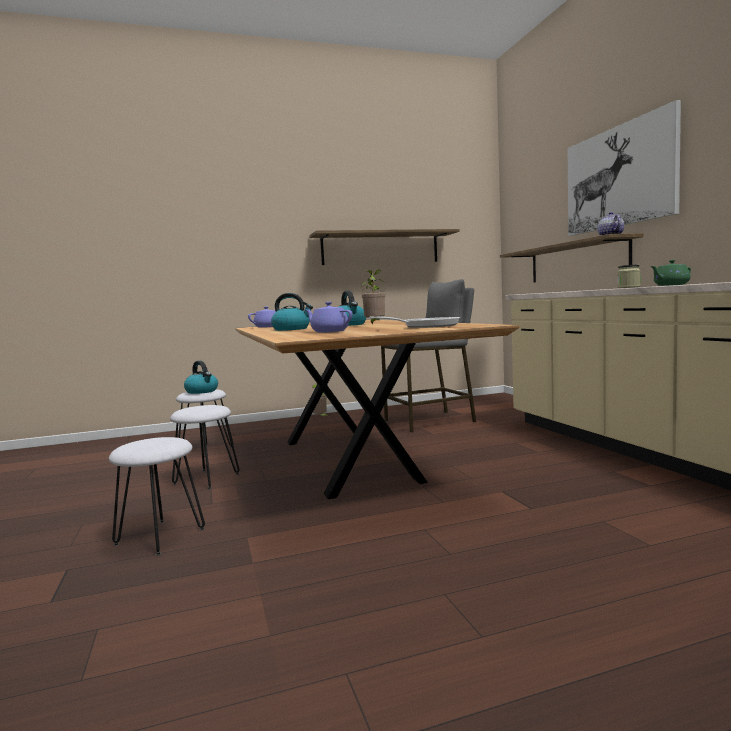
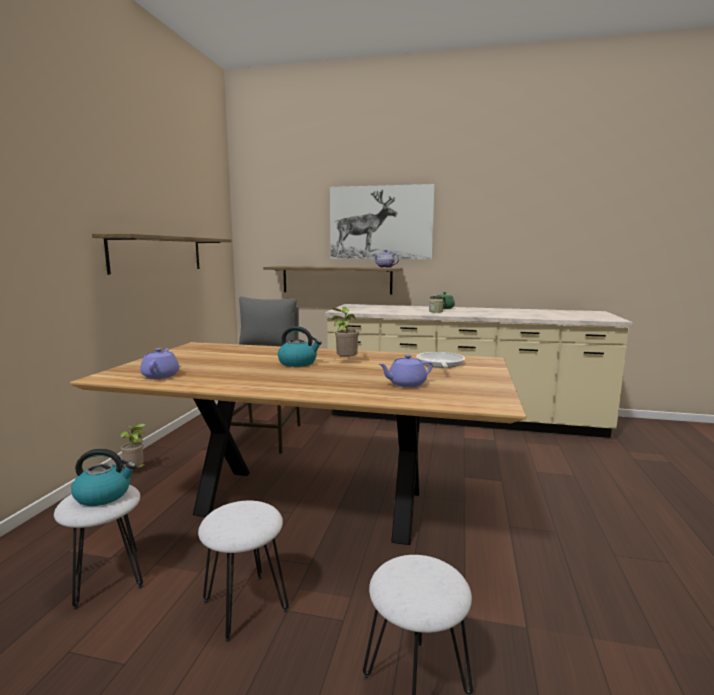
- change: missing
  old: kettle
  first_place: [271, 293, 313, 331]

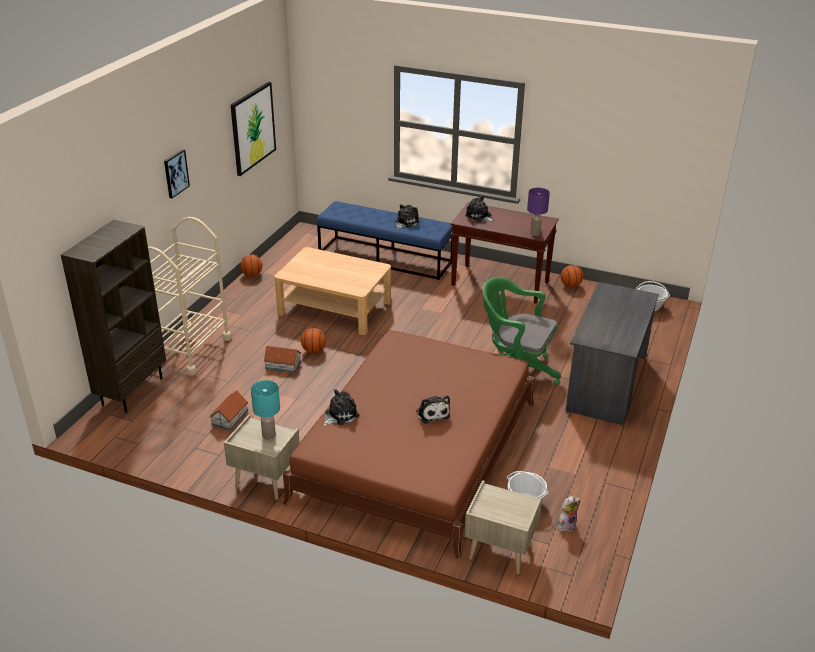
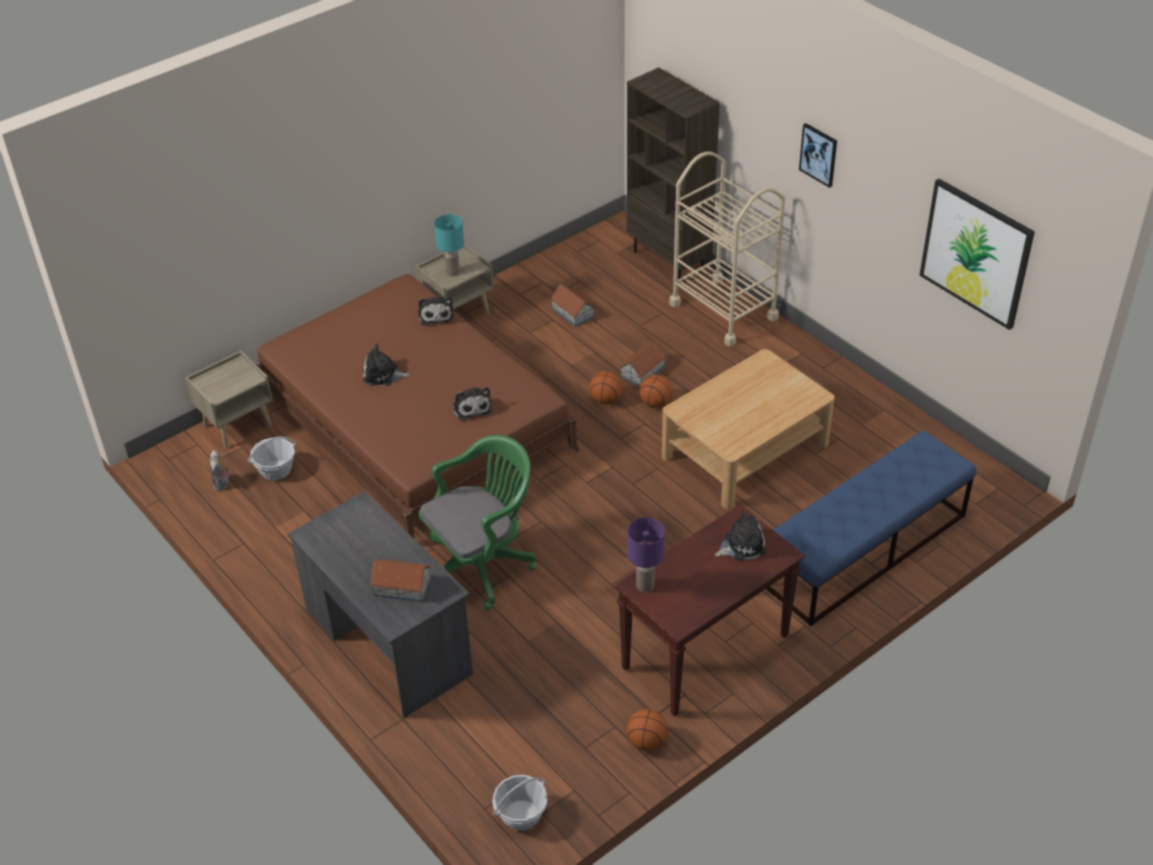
- change: relocated
  old: basketball
  first_place: [240, 254, 262, 276]
  second_place: [589, 371, 623, 404]
- change: relocated
  old: soft toy
  first_place: [395, 204, 420, 229]
  second_place: [452, 387, 492, 421]
- change: appeared
  new: toy house
  second_place: [370, 559, 431, 602]

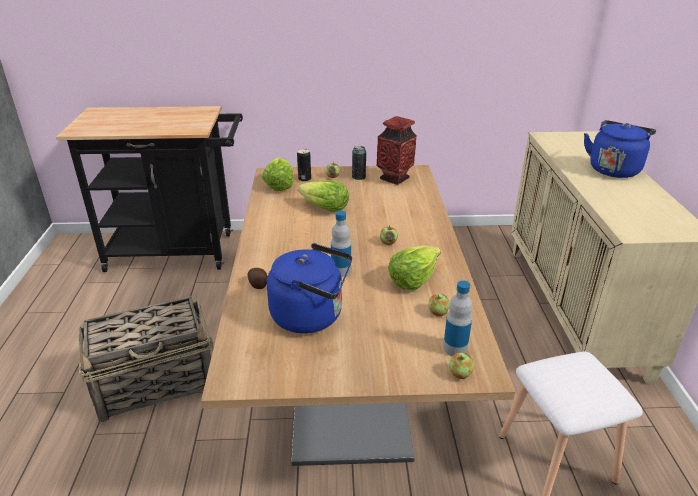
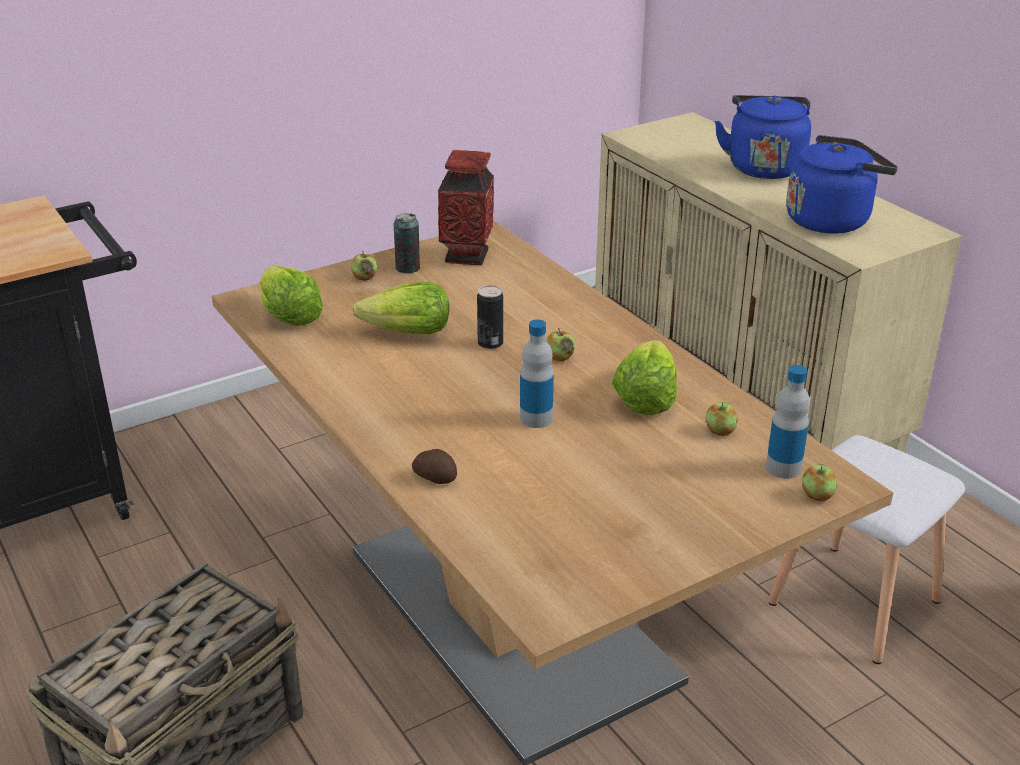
- change: relocated
  old: kettle (blue-coloured)
  first_place: [267, 243, 352, 333]
  second_place: [786, 135, 898, 234]
- change: relocated
  old: can
  first_place: [297, 149, 311, 182]
  second_place: [477, 285, 503, 349]

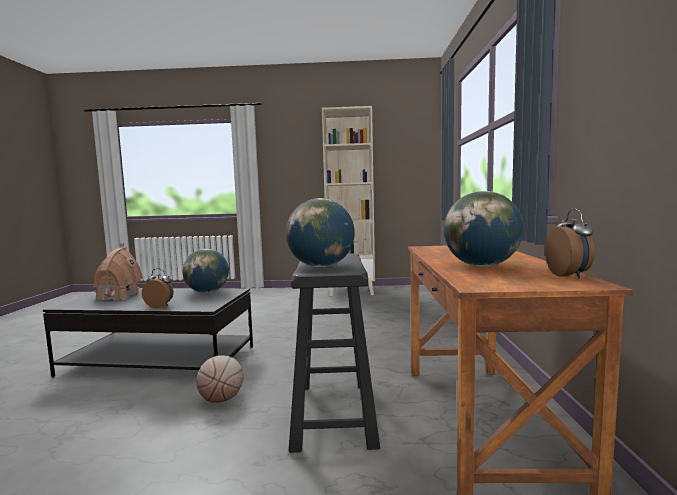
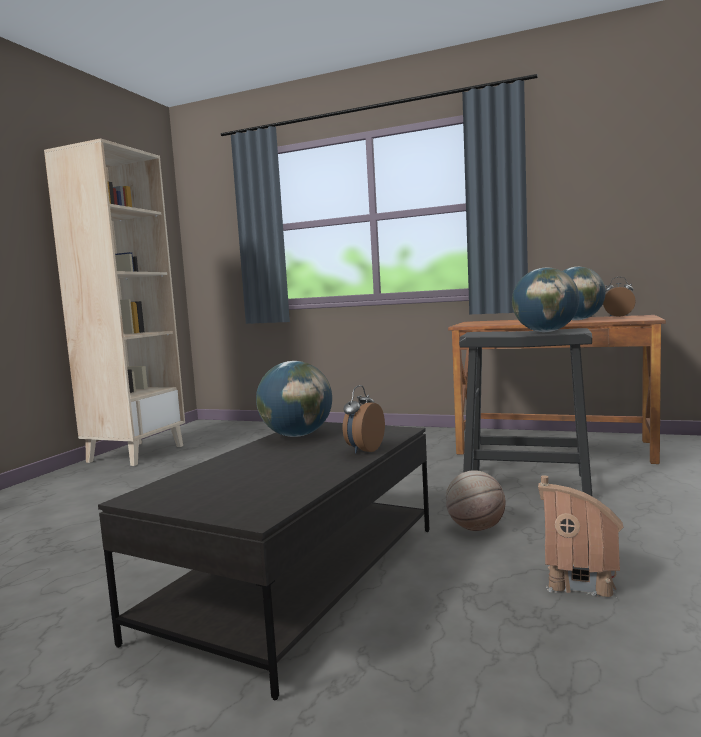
- change: relocated
  old: toy house
  first_place: [93, 243, 143, 300]
  second_place: [538, 475, 624, 597]

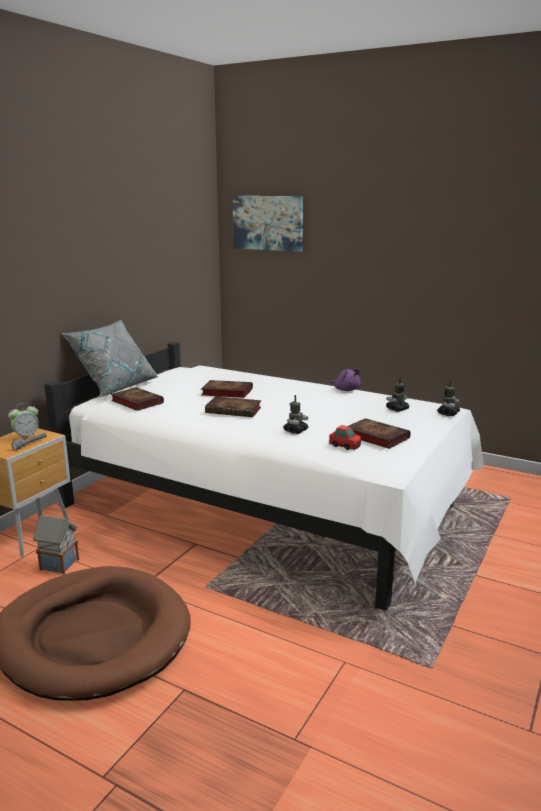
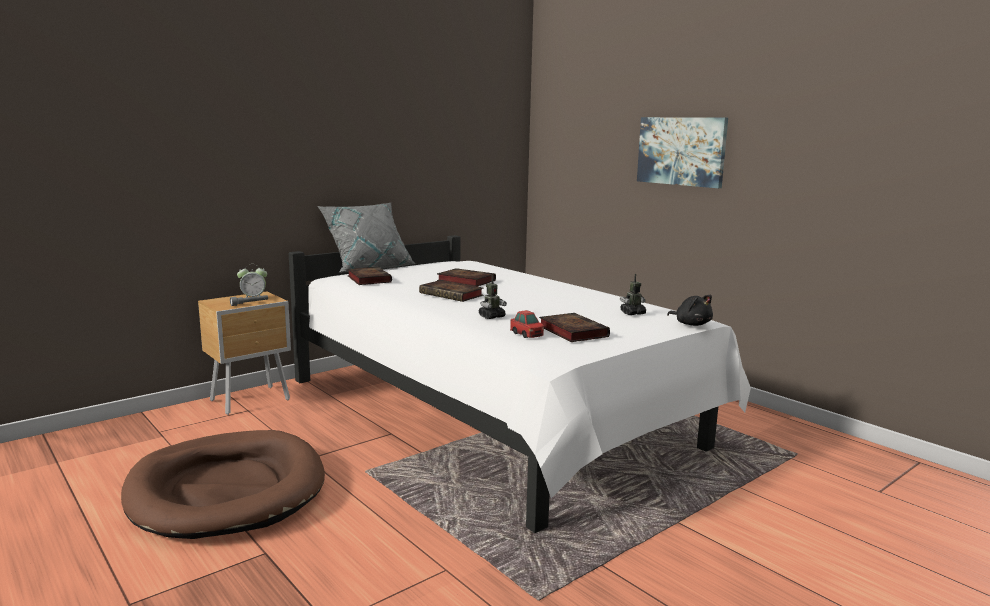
- change: missing
  old: toy house
  first_place: [33, 514, 79, 575]
- change: relocated
  old: wall art
  first_place: [233, 196, 303, 252]
  second_place: [637, 117, 728, 188]
- change: missing
  old: soft toy (purplish)
  first_place: [330, 368, 361, 391]
- change: exchanged
  old: toy robot
  new: soft toy (blackish)
  first_place: [437, 380, 460, 416]
  second_place: [667, 295, 713, 326]

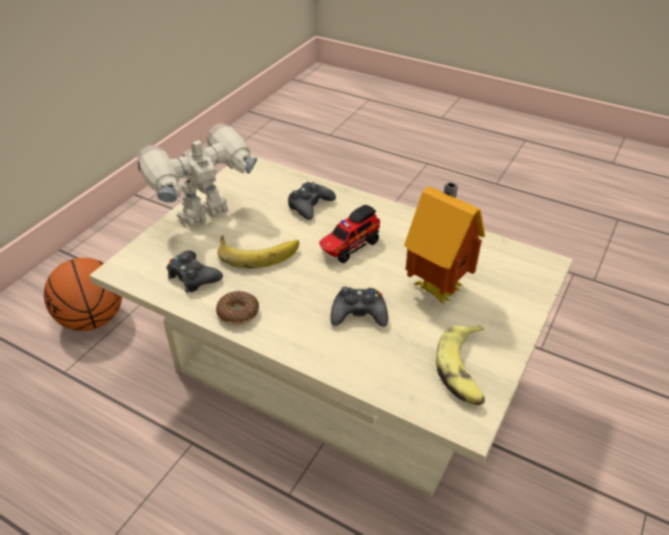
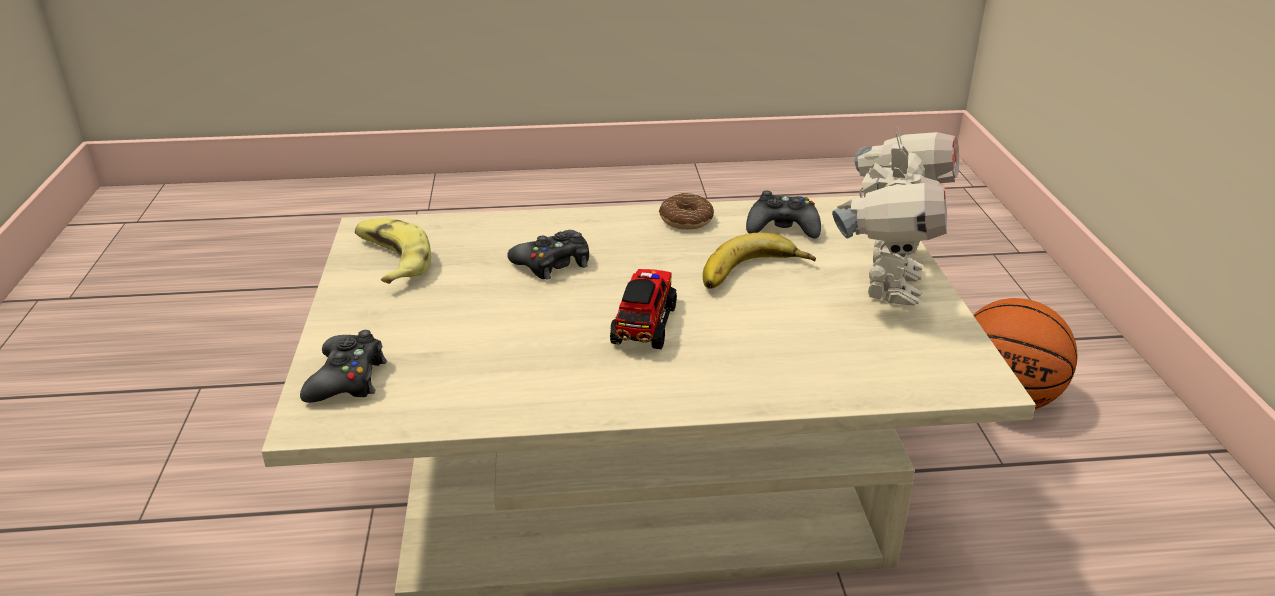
- change: relocated
  old: gamepad (blackish)
  first_place: [288, 182, 336, 220]
  second_place: [300, 330, 387, 403]
- change: missing
  old: toy house
  first_place: [404, 182, 485, 304]

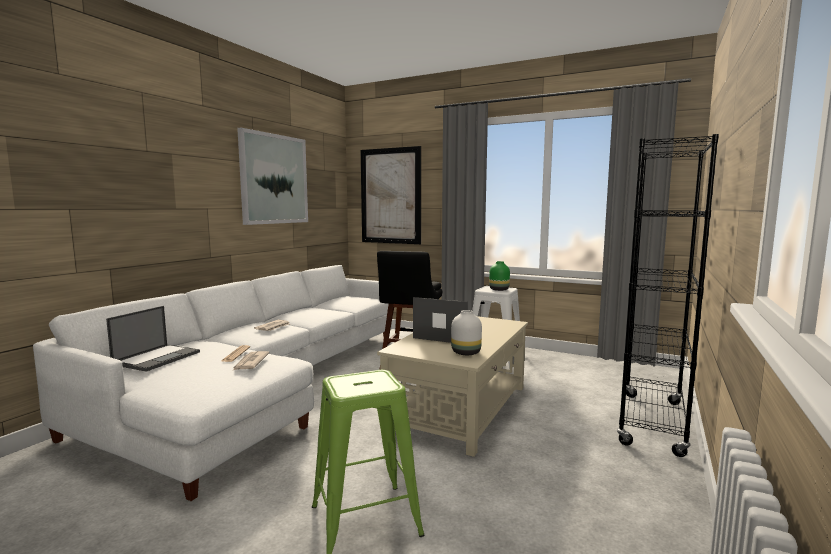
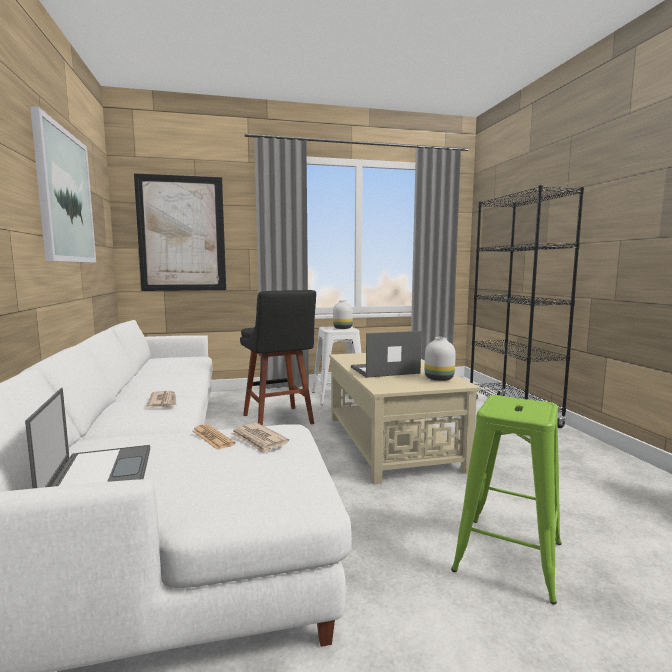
- change: colour
  old: decorative vase (greenish)
  new: decorative vase (white-coloured)
  first_place: [489, 261, 510, 291]
  second_place: [333, 300, 353, 329]

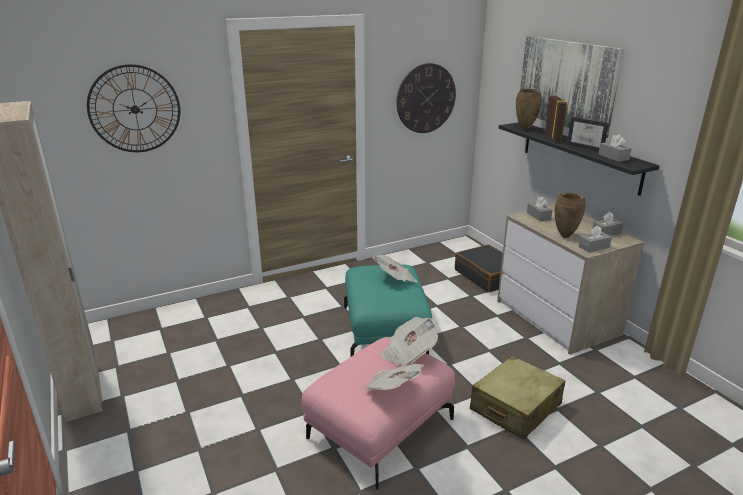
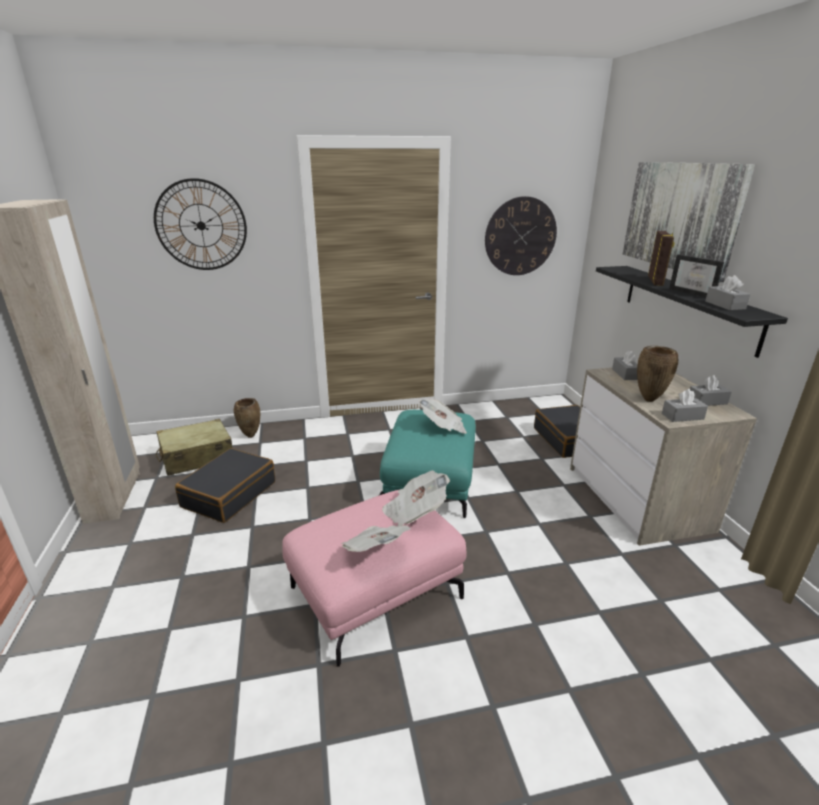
- change: relocated
  old: suitcase (beige)
  first_place: [470, 356, 565, 440]
  second_place: [156, 419, 233, 476]
- change: relocated
  old: decorative vase (brownish)
  first_place: [516, 89, 542, 130]
  second_place: [234, 398, 260, 438]
- change: appeared
  new: suitcase (blackish)
  second_place: [175, 448, 275, 523]

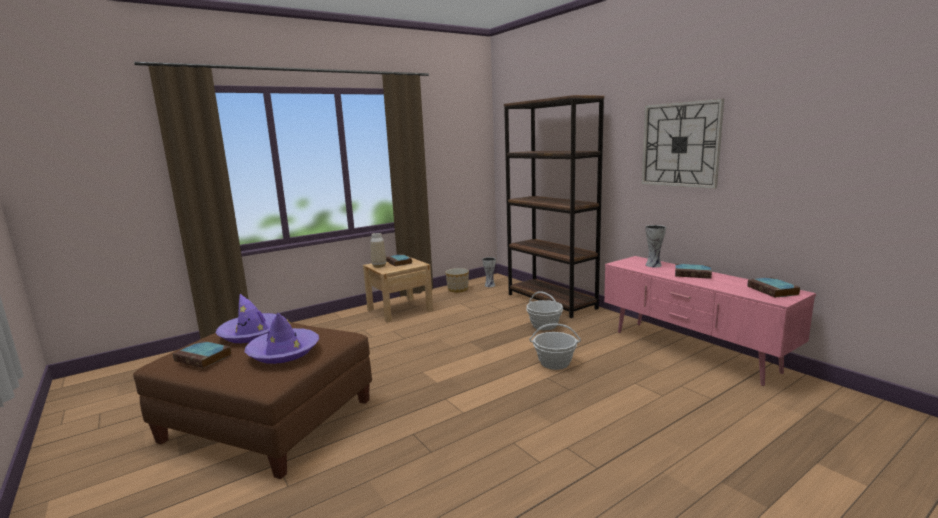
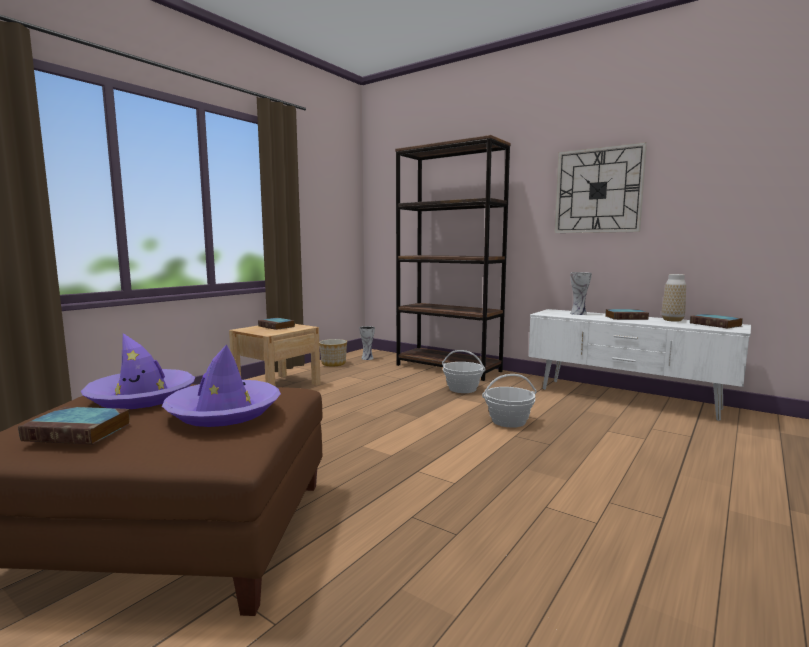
- change: relocated
  old: decorative vase
  first_place: [370, 233, 386, 268]
  second_place: [662, 274, 686, 322]
- change: colour
  old: media console (pink-coloured)
  new: media console (white-coloured)
  first_place: [604, 256, 816, 386]
  second_place: [529, 309, 751, 421]

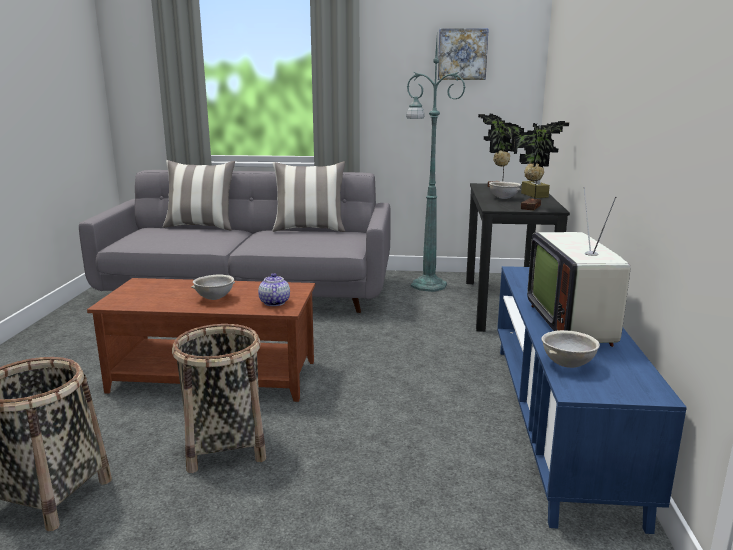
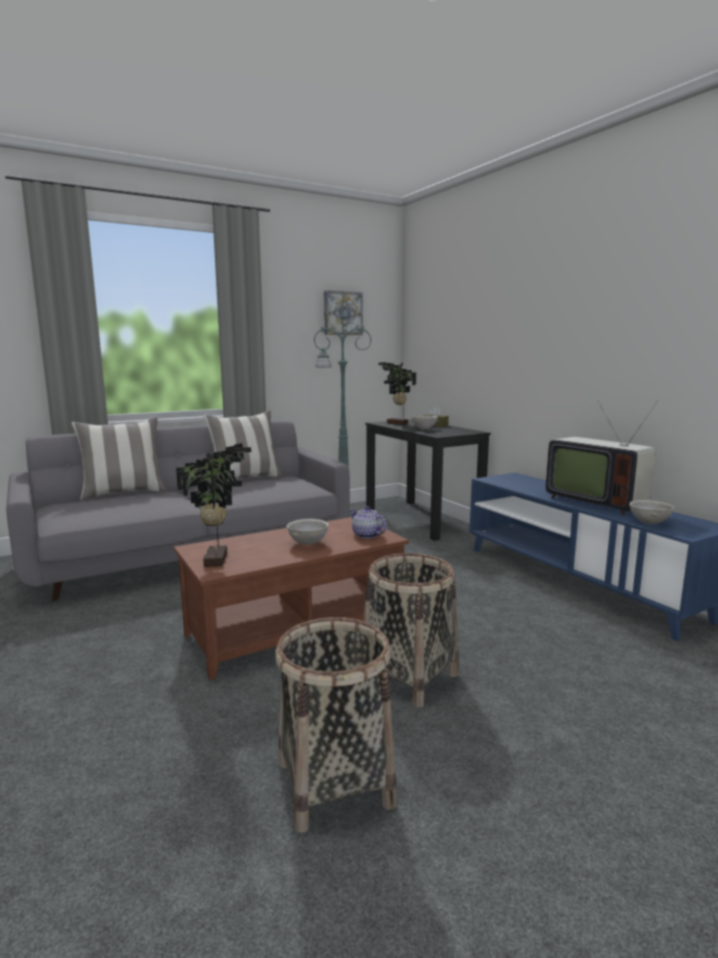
- change: relocated
  old: houseplant
  first_place: [512, 121, 569, 210]
  second_place: [176, 443, 251, 567]

